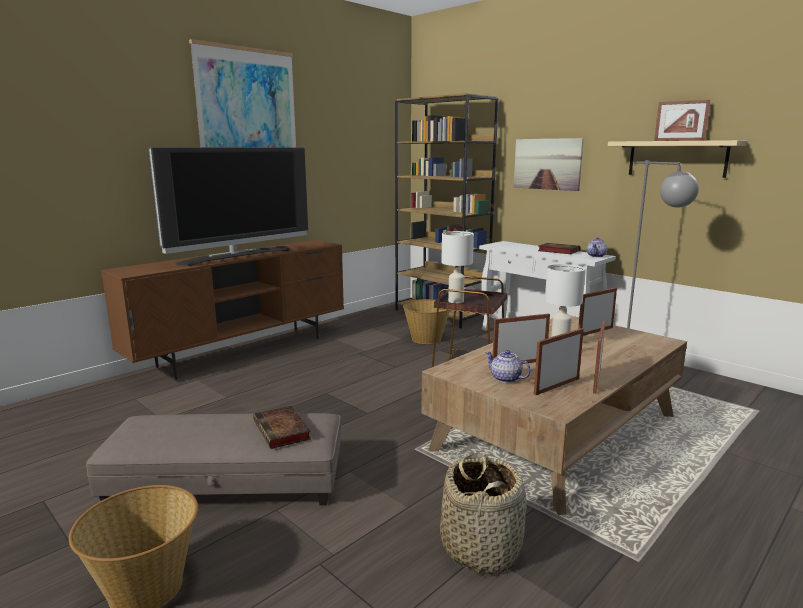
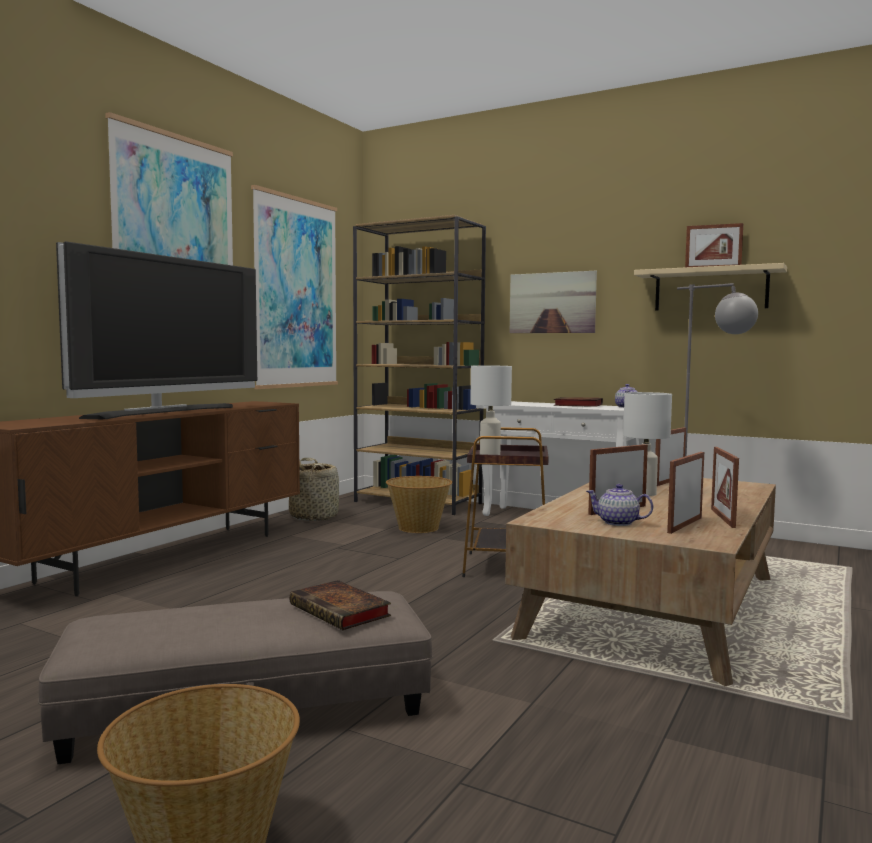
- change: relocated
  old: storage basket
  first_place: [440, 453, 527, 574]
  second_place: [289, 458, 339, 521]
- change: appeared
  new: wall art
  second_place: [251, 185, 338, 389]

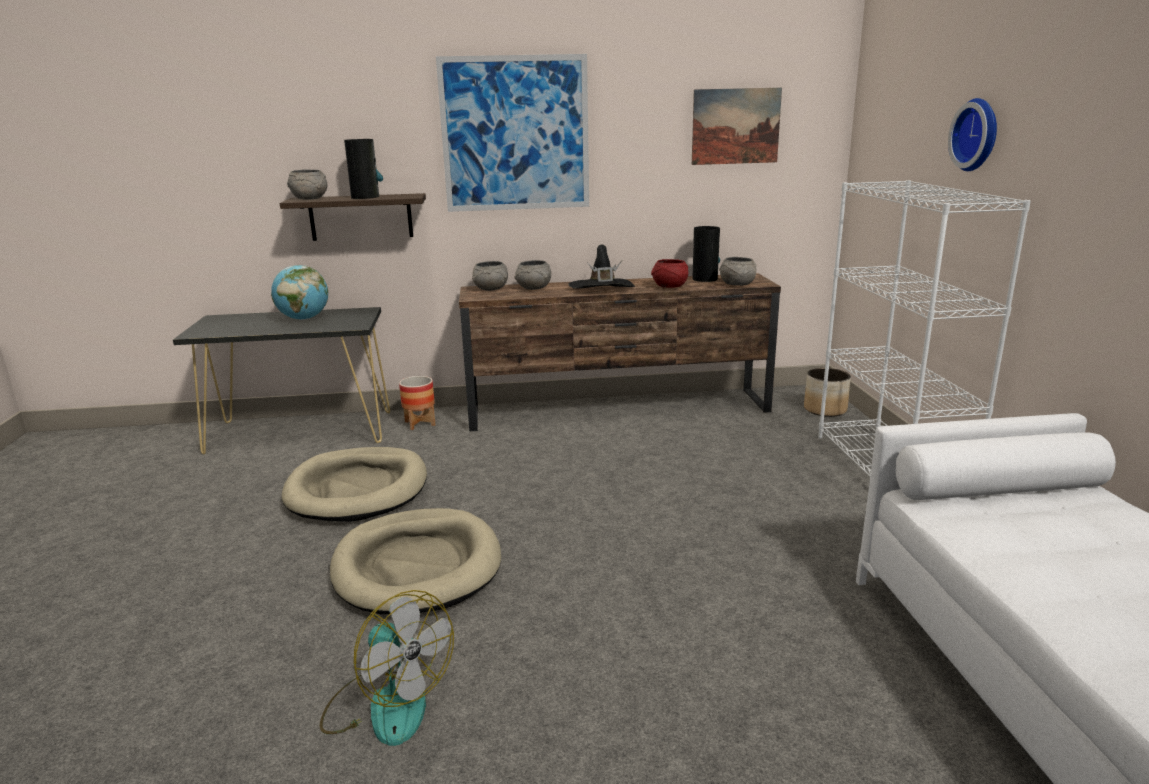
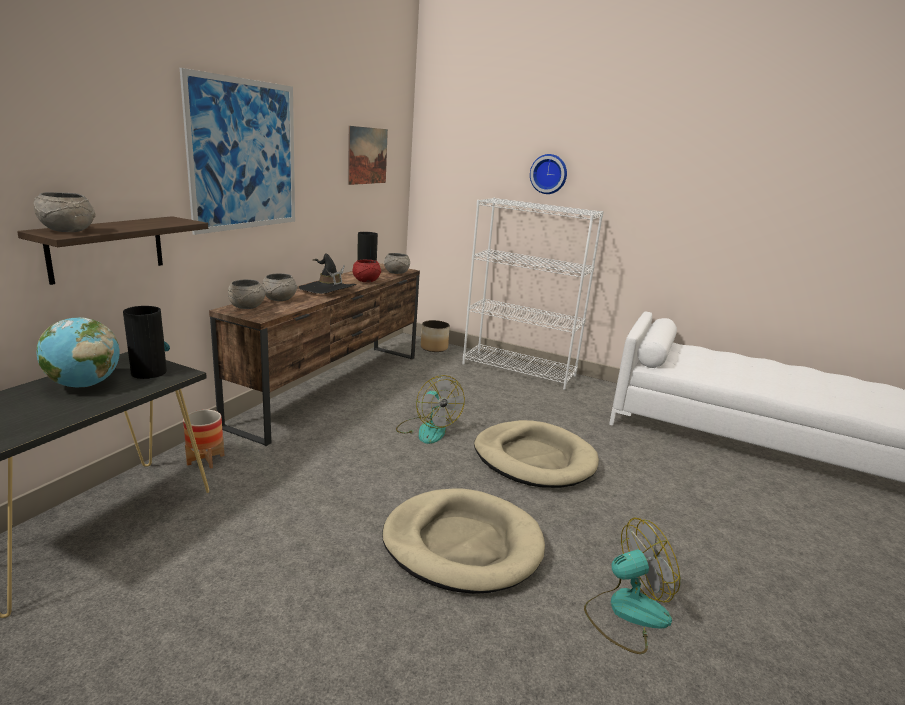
- change: relocated
  old: dog cushion (beige)
  first_place: [282, 447, 427, 522]
  second_place: [474, 420, 599, 488]
- change: relocated
  old: decorative vase
  first_place: [344, 139, 383, 199]
  second_place: [123, 306, 170, 379]
- change: appeared
  new: fan
  second_place: [396, 375, 465, 444]

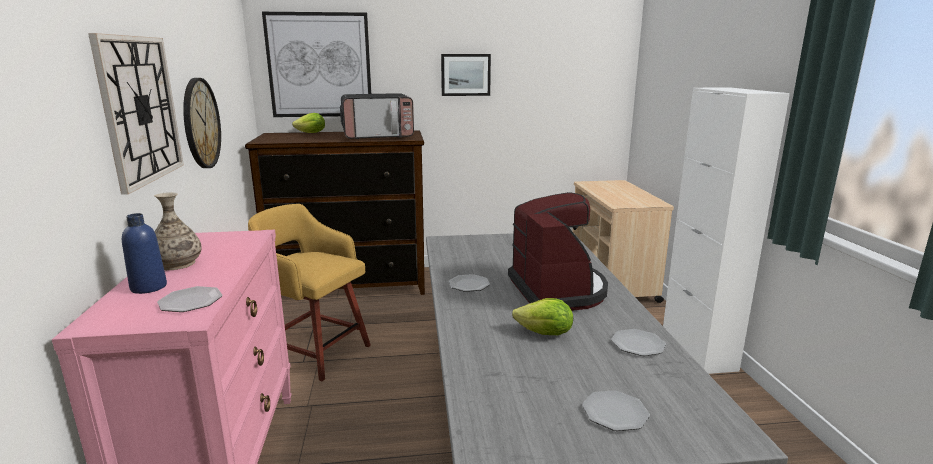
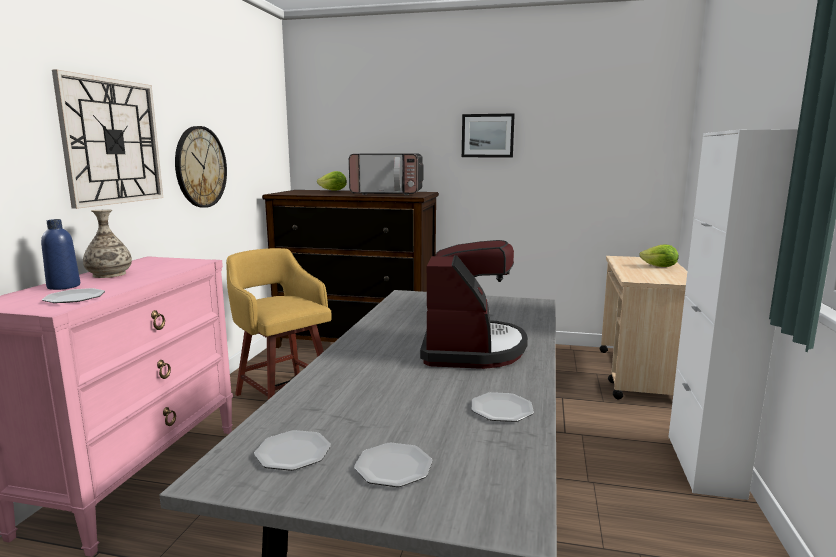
- change: missing
  old: wall art
  first_place: [262, 12, 371, 117]
- change: relocated
  old: flat dish
  first_place: [449, 274, 490, 292]
  second_place: [254, 430, 331, 471]
- change: relocated
  old: lettuce
  first_place: [512, 298, 573, 335]
  second_place: [639, 245, 679, 267]

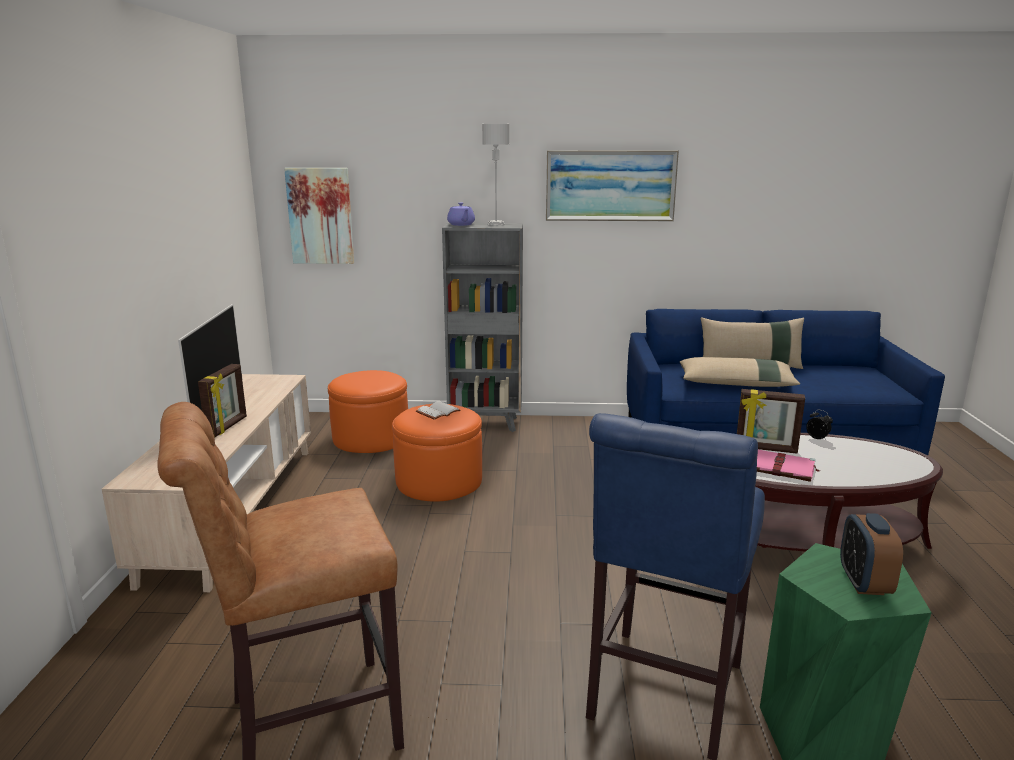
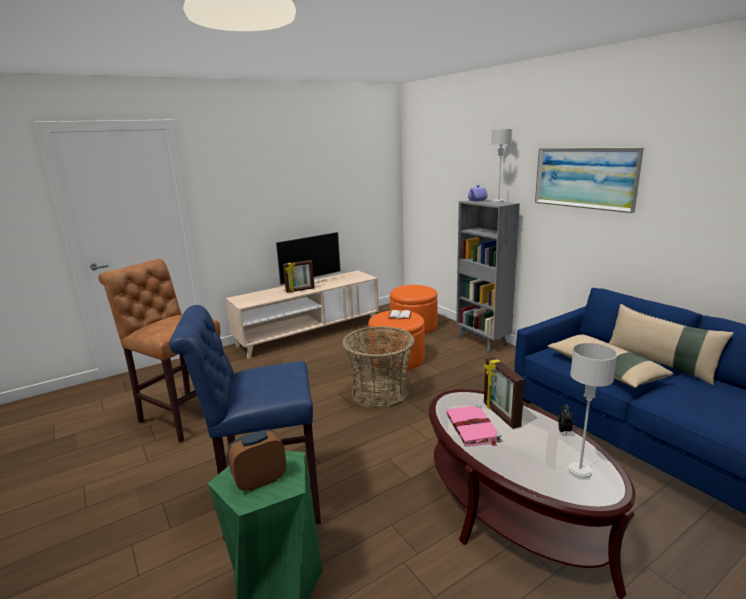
- change: missing
  old: wall art
  first_place: [284, 168, 354, 264]
- change: appeared
  new: storage basket
  second_place: [342, 326, 415, 409]
- change: appeared
  new: tabletop lamp (greyish)
  second_place: [567, 343, 617, 480]

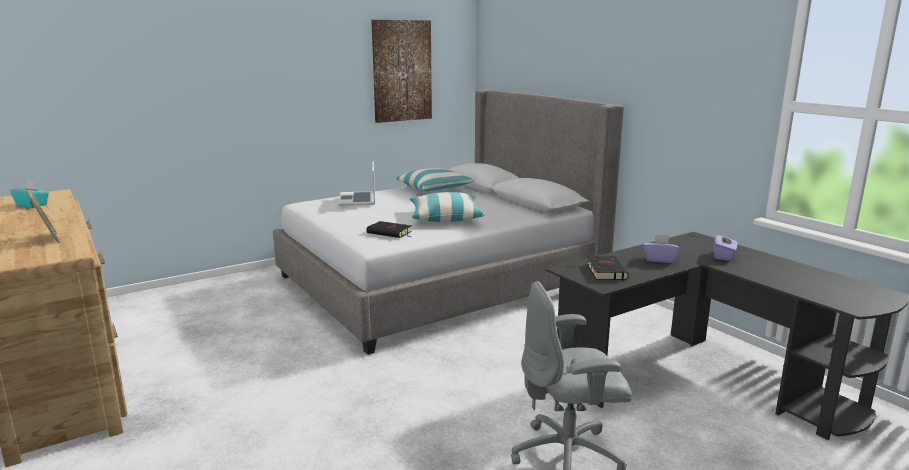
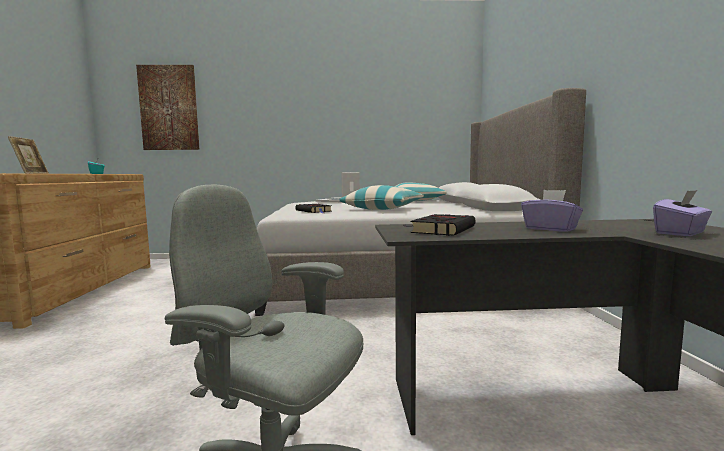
- change: relocated
  old: wall art
  first_place: [371, 20, 432, 123]
  second_place: [136, 65, 200, 150]

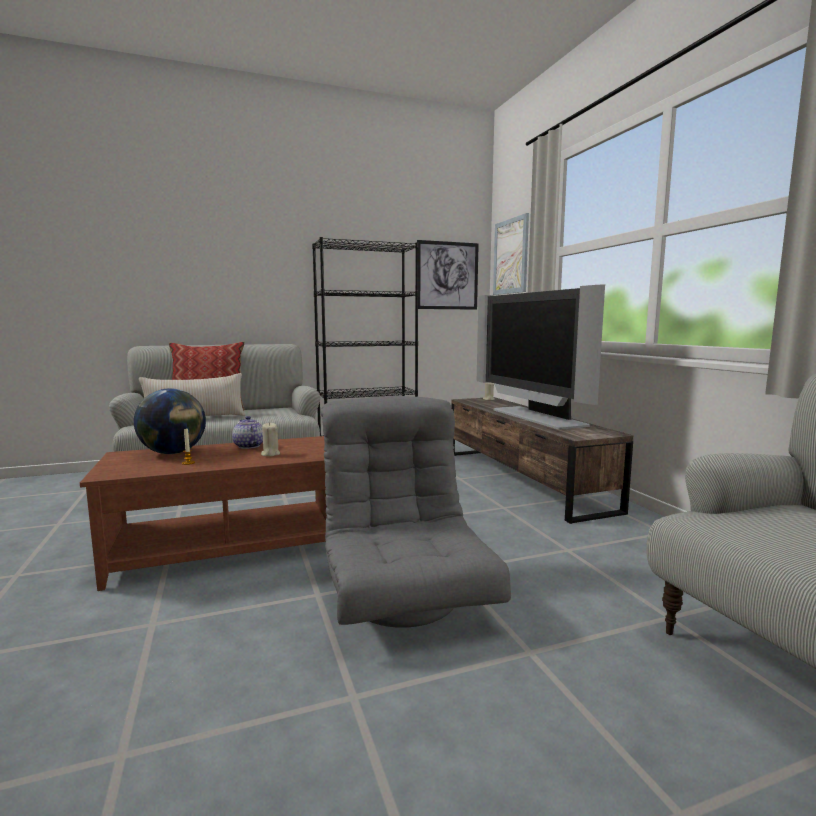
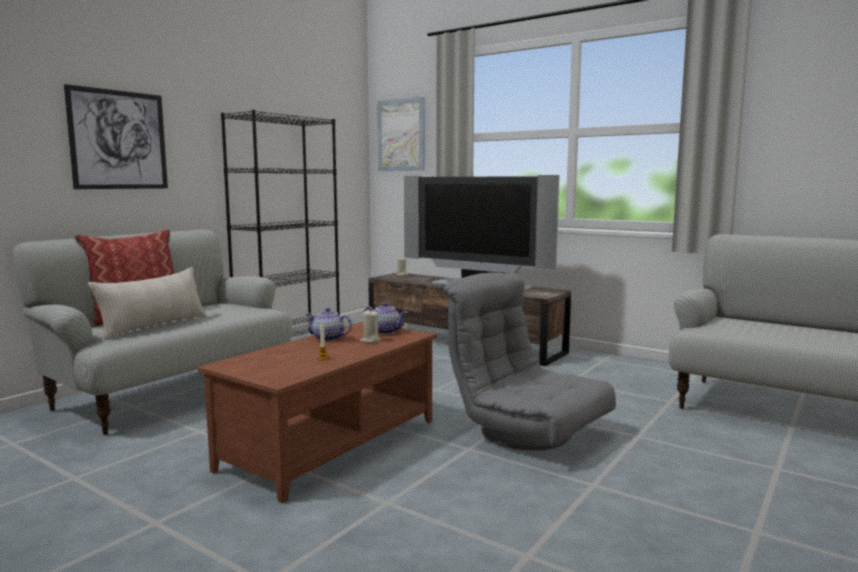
- change: missing
  old: desk globe
  first_place: [134, 388, 206, 454]
- change: relocated
  old: wall art
  first_place: [417, 240, 479, 310]
  second_place: [64, 84, 168, 189]
- change: appeared
  new: tea pot
  second_place: [364, 302, 408, 334]

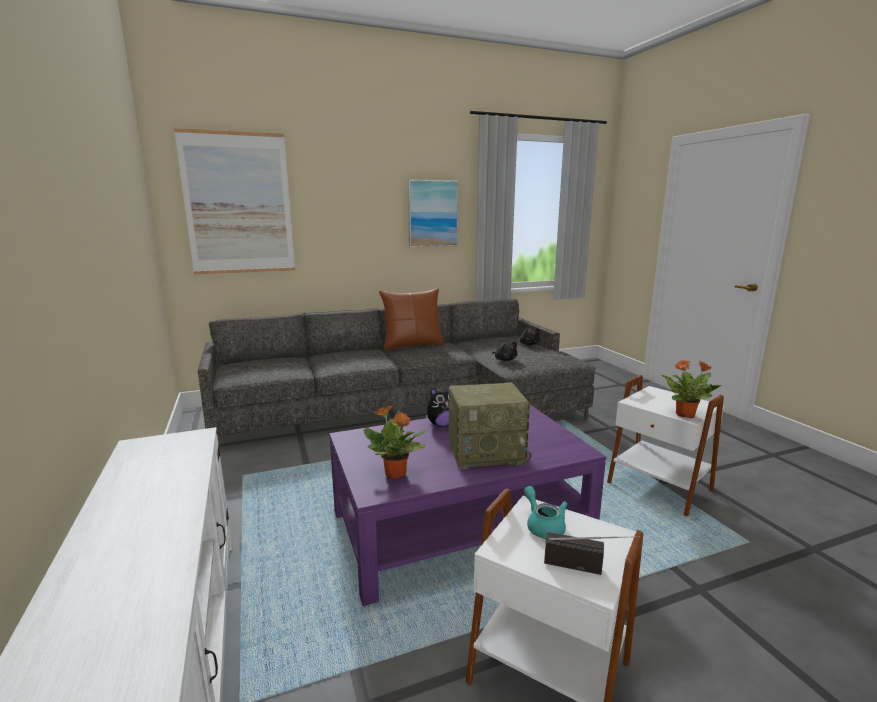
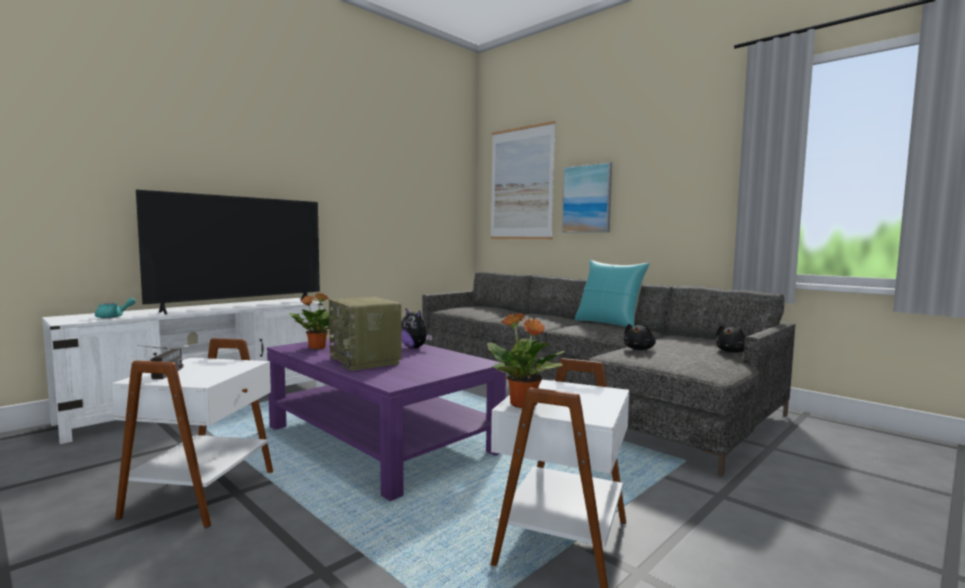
- change: colour
  old: cushion (brownish)
  new: cushion (blue-green)
  first_place: [379, 288, 444, 350]
  second_place: [575, 260, 649, 327]
- change: relocated
  old: wall art
  first_place: [408, 179, 458, 247]
  second_place: [562, 162, 612, 233]
- change: relocated
  old: tea pot (blue-green)
  first_place: [524, 486, 568, 539]
  second_place: [95, 298, 136, 318]
- change: appeared
  new: TV set
  second_place: [136, 190, 320, 314]

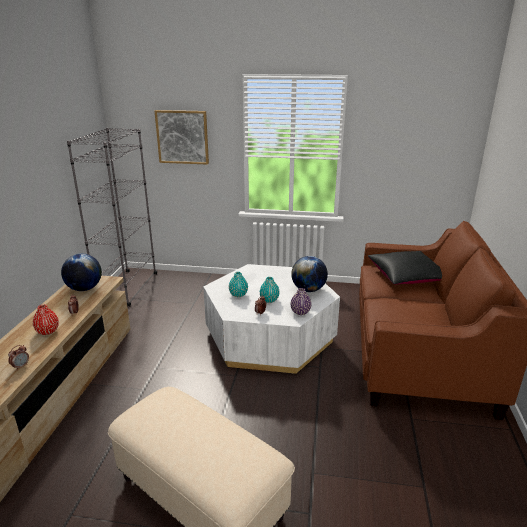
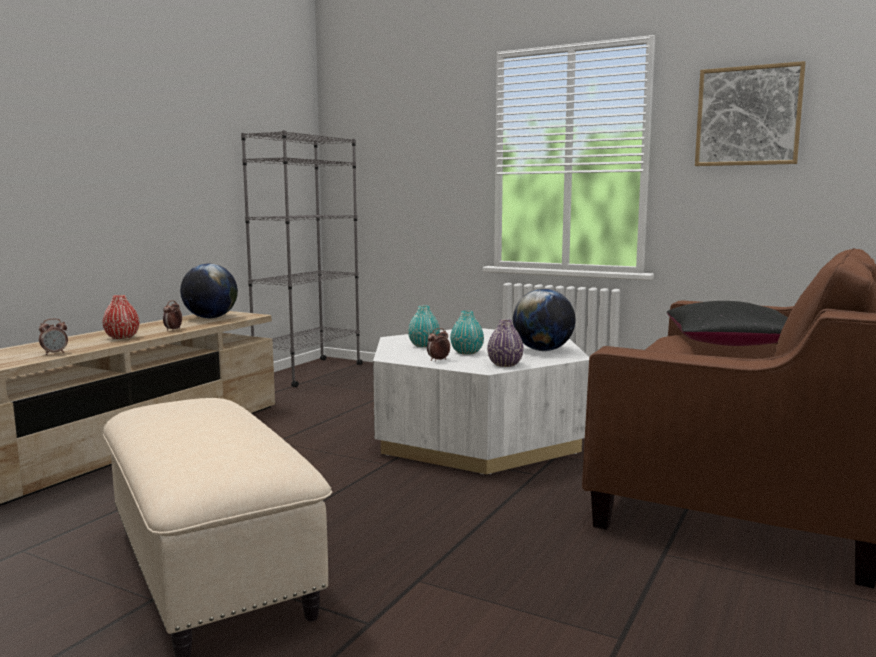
- change: relocated
  old: wall art
  first_place: [155, 110, 209, 165]
  second_place: [695, 61, 806, 166]

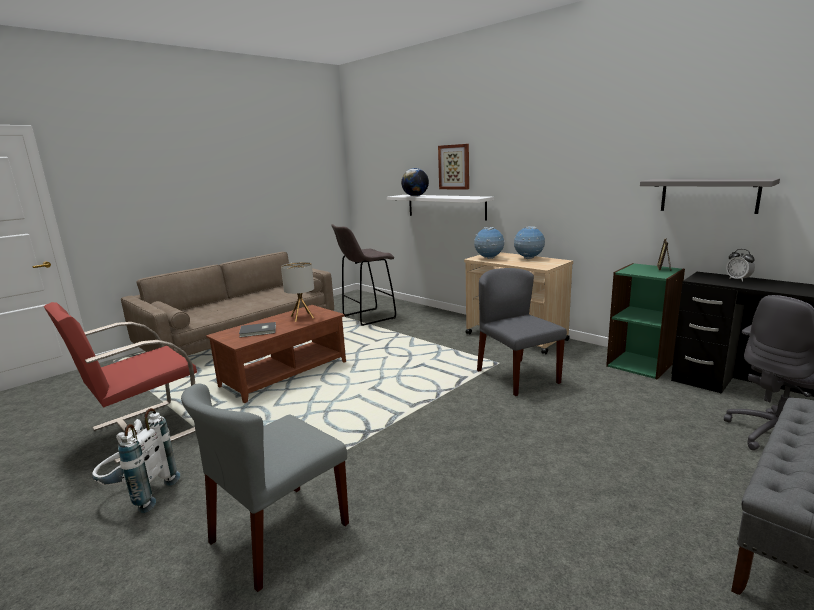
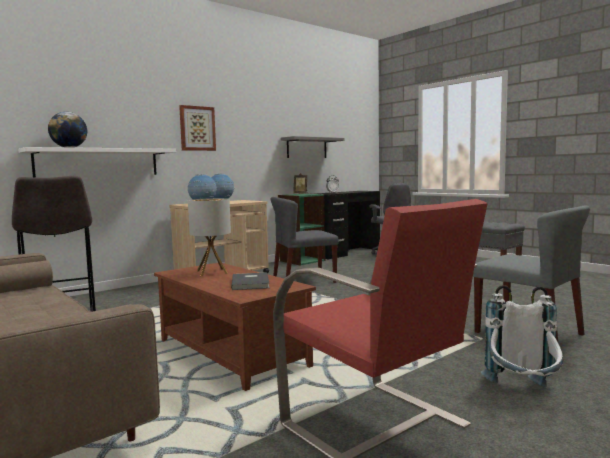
- change: relocated
  old: wall art
  first_place: [438, 144, 469, 190]
  second_place: [179, 105, 216, 151]

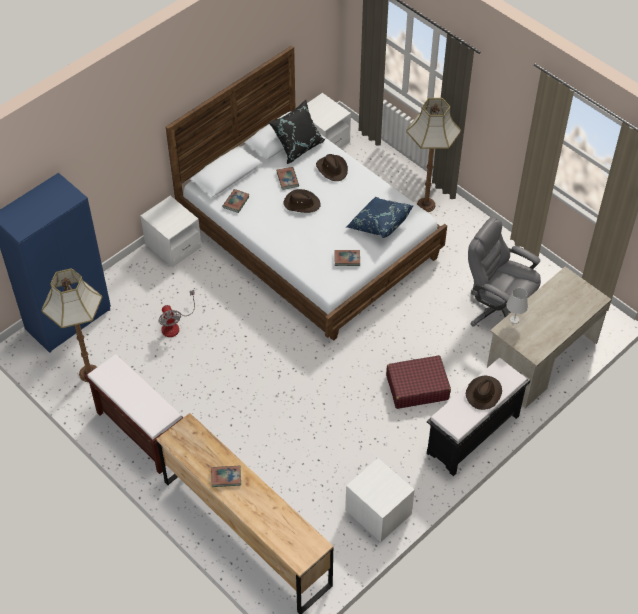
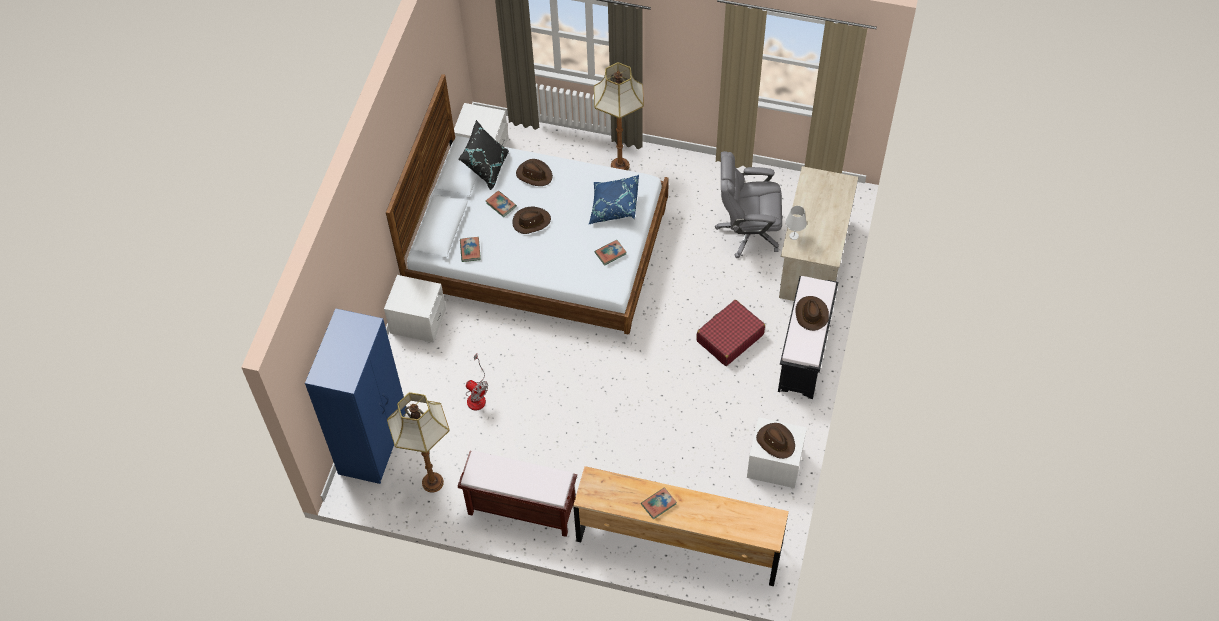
- change: appeared
  new: wearable hat (brownish)
  second_place: [756, 423, 795, 459]

